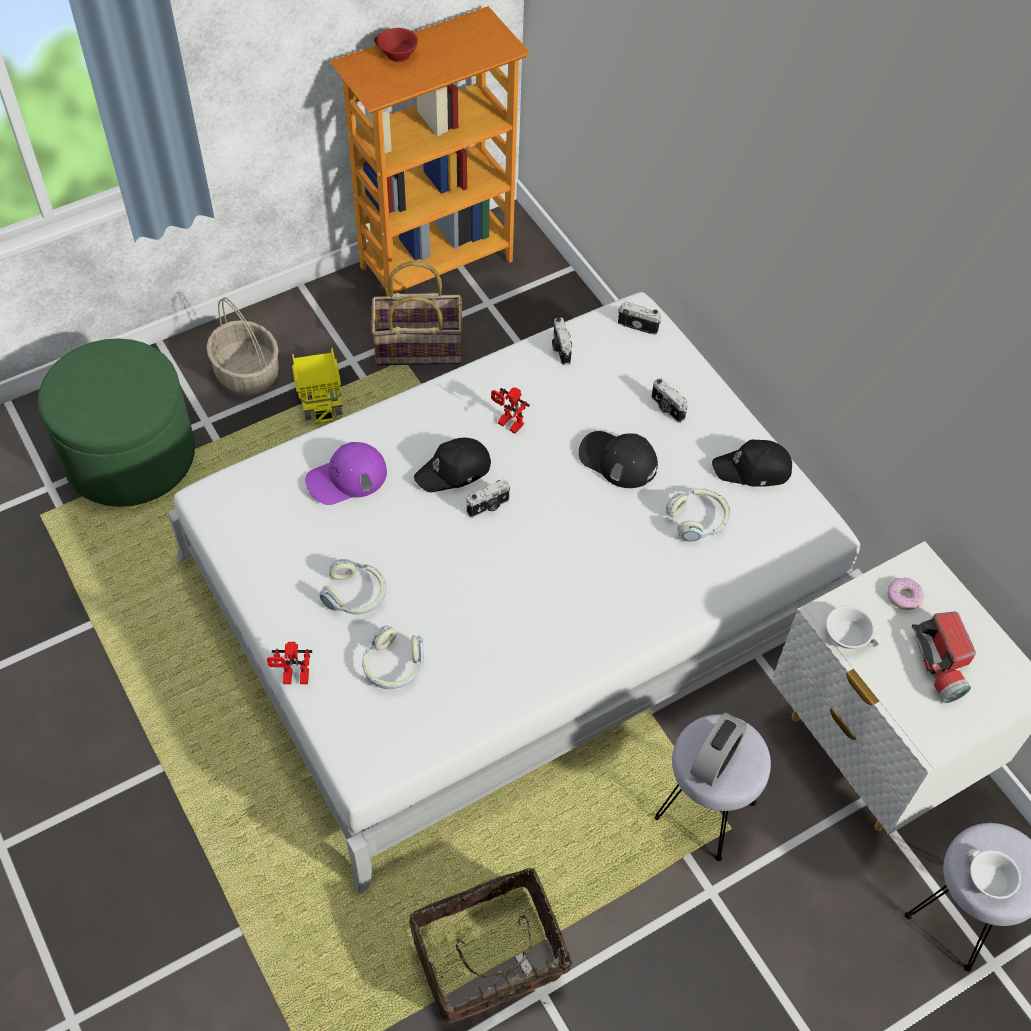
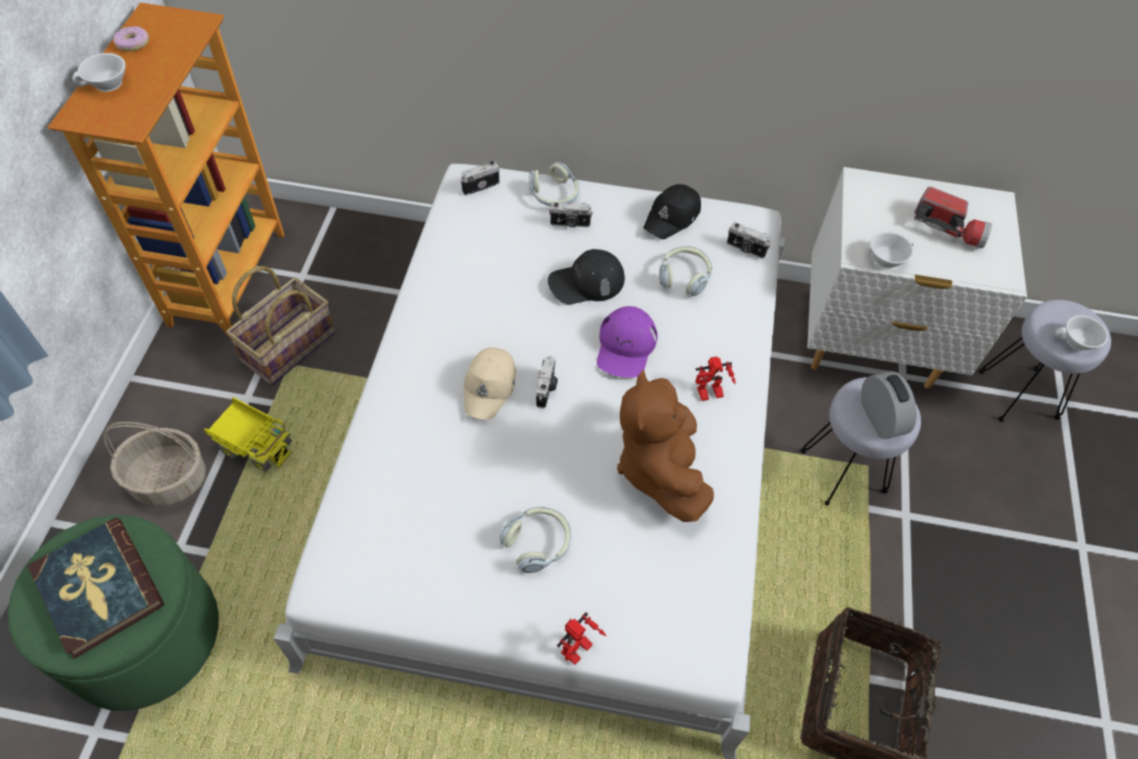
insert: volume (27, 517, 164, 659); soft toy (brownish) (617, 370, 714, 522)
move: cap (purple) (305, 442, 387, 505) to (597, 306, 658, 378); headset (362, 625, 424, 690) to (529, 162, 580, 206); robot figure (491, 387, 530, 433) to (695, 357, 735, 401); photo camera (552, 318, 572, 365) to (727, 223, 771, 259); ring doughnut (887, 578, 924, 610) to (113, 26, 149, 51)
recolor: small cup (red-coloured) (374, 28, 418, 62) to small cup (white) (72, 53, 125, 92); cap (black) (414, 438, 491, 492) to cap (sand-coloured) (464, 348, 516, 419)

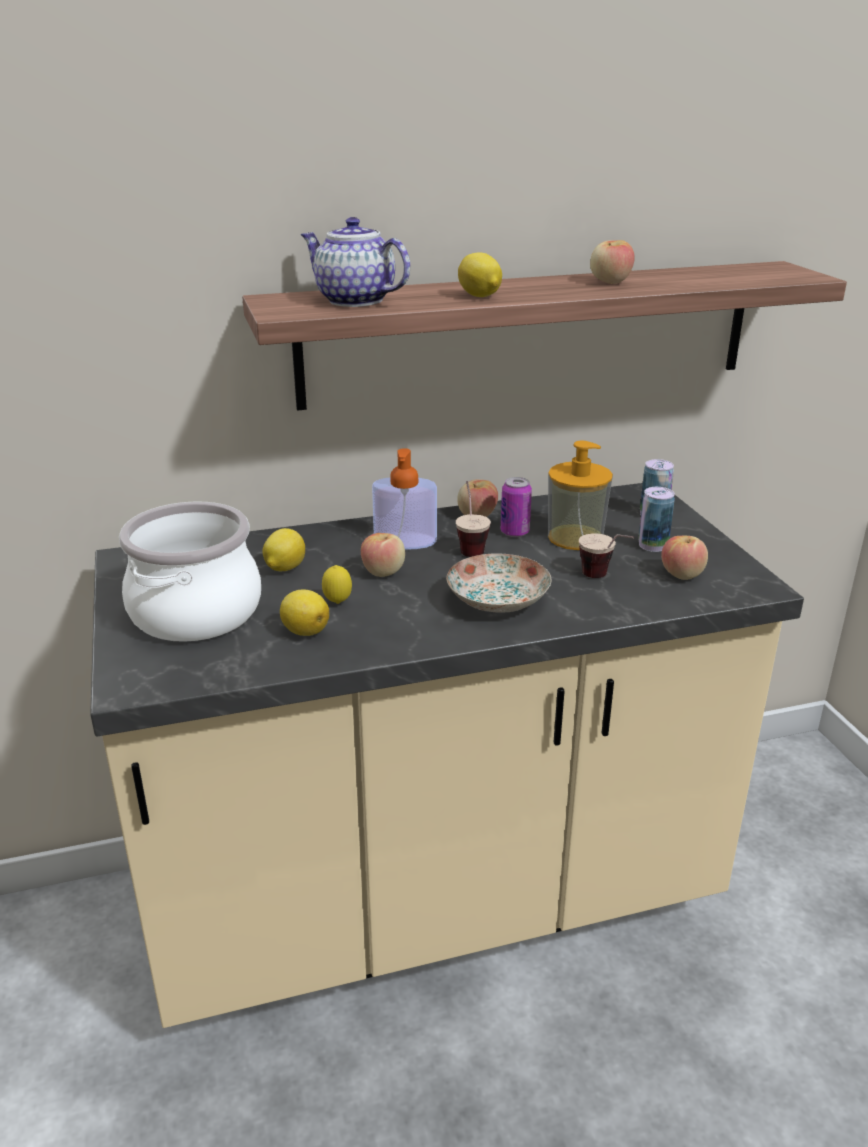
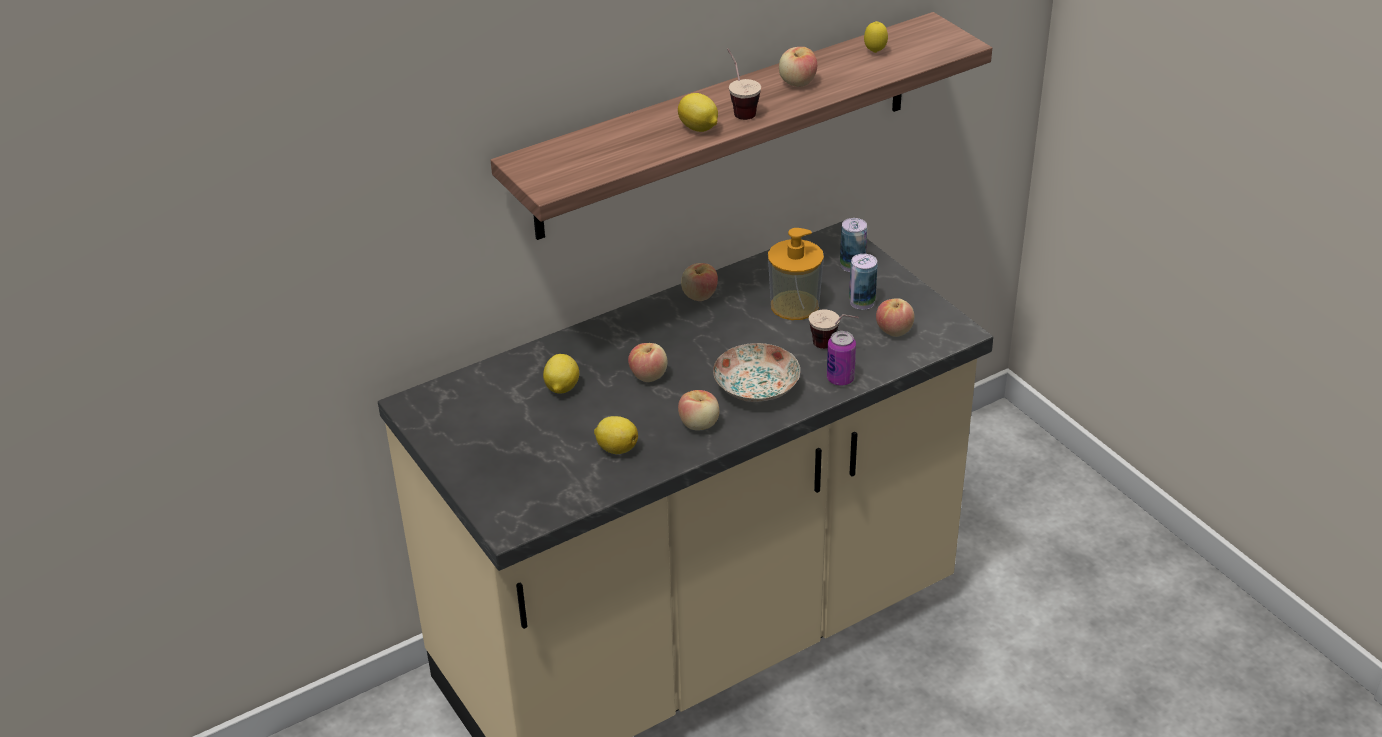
delete: stockpot (119, 501, 261, 642); teapot (301, 217, 410, 307); liquid soap bottle (372, 448, 437, 550)
insert: whole apple (678, 390, 719, 430)
move: citrus fruit (322, 565, 352, 604) to (864, 21, 888, 53); small cup (456, 481, 491, 557) to (727, 48, 761, 120); can (501, 477, 532, 537) to (827, 331, 856, 386)

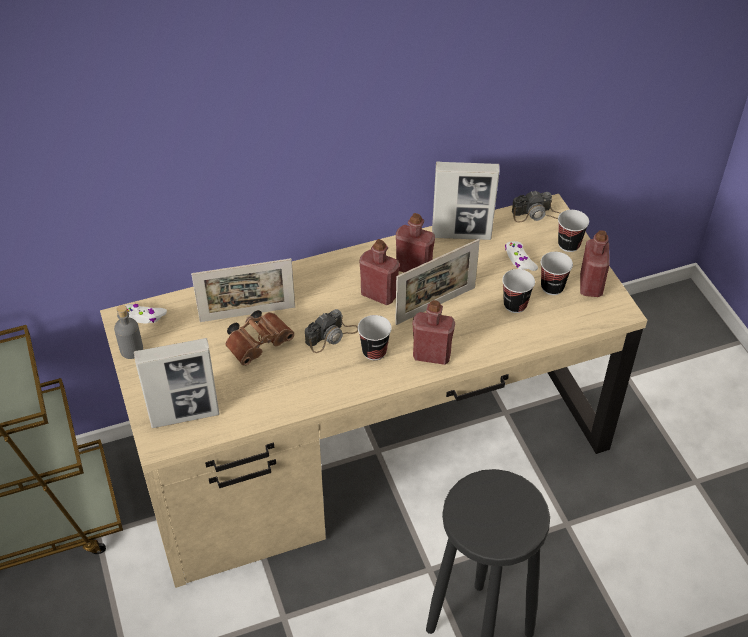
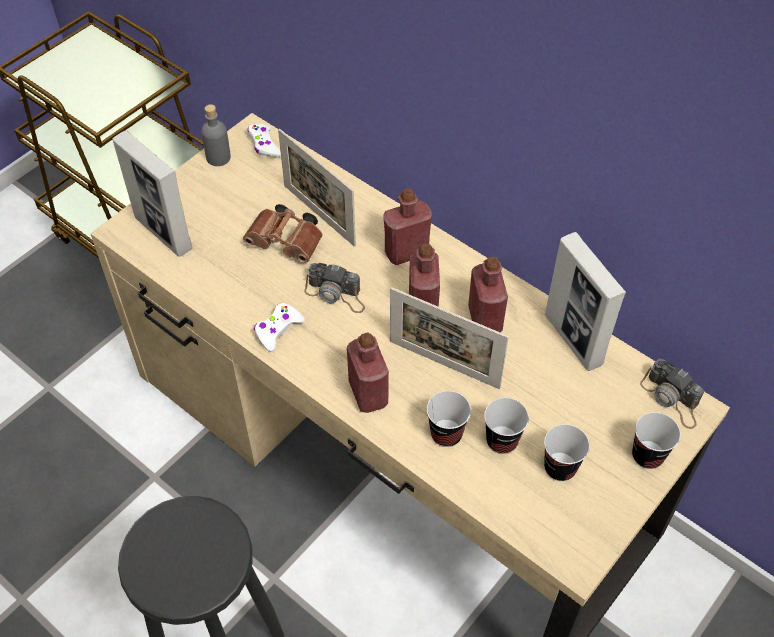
move: small cup (358, 315, 392, 360) to (427, 391, 471, 447); joypad (white) (505, 241, 538, 271) to (254, 303, 305, 352); beverage bottle (red-coloured) (580, 230, 610, 297) to (384, 188, 432, 265)

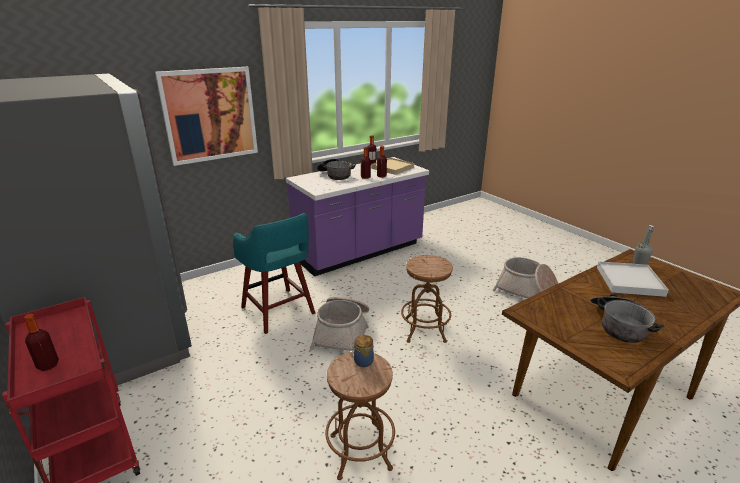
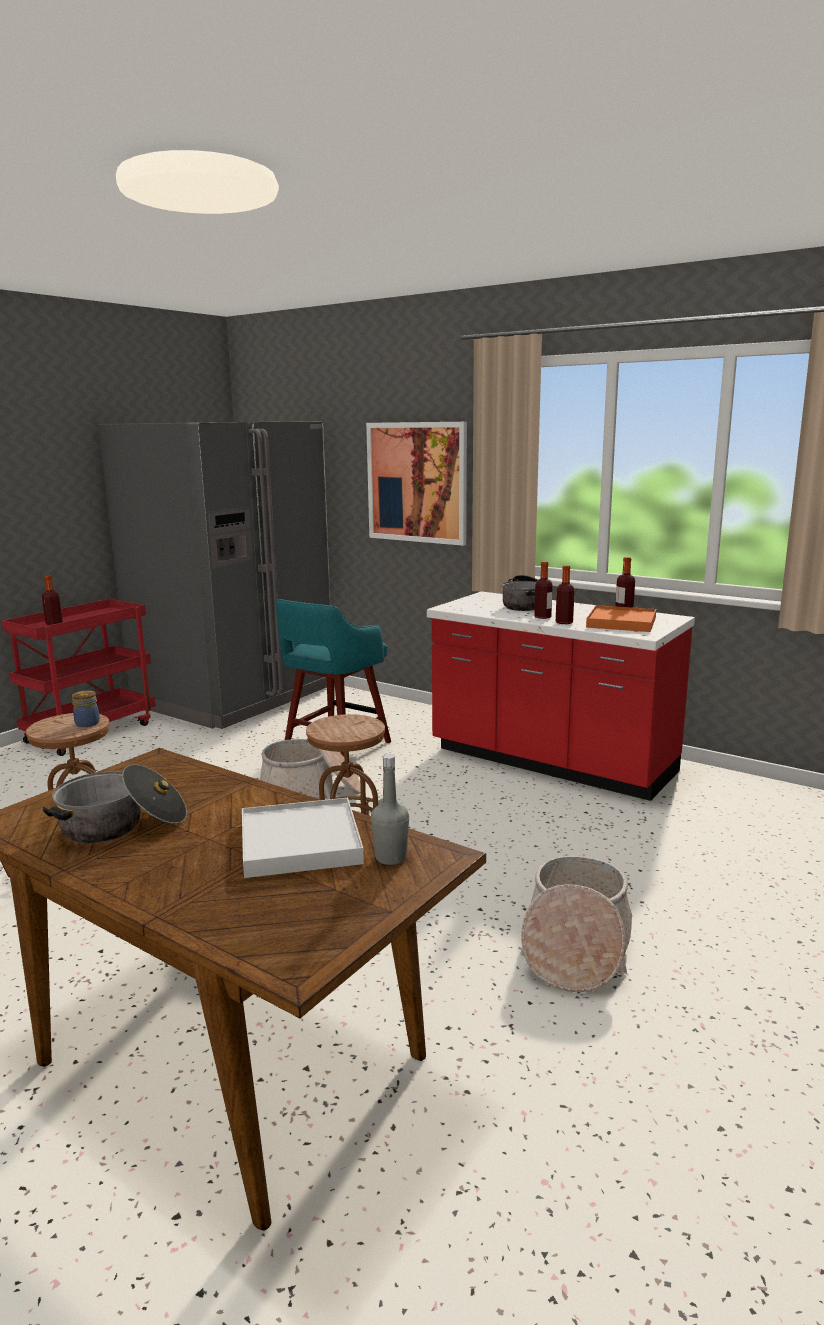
recolor: kitchen base unit (purple) (286, 157, 429, 276) to kitchen base unit (red-coloured) (427, 591, 695, 801); tray (sand-coloured) (371, 158, 414, 175) to tray (orange-coloured) (586, 605, 656, 632)

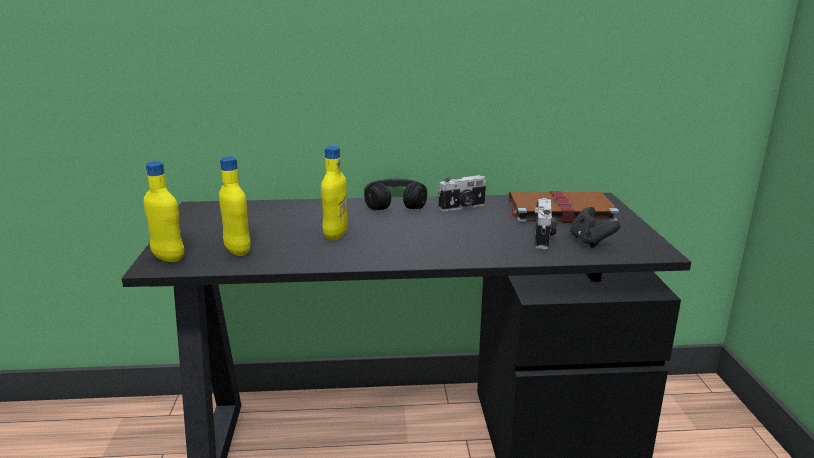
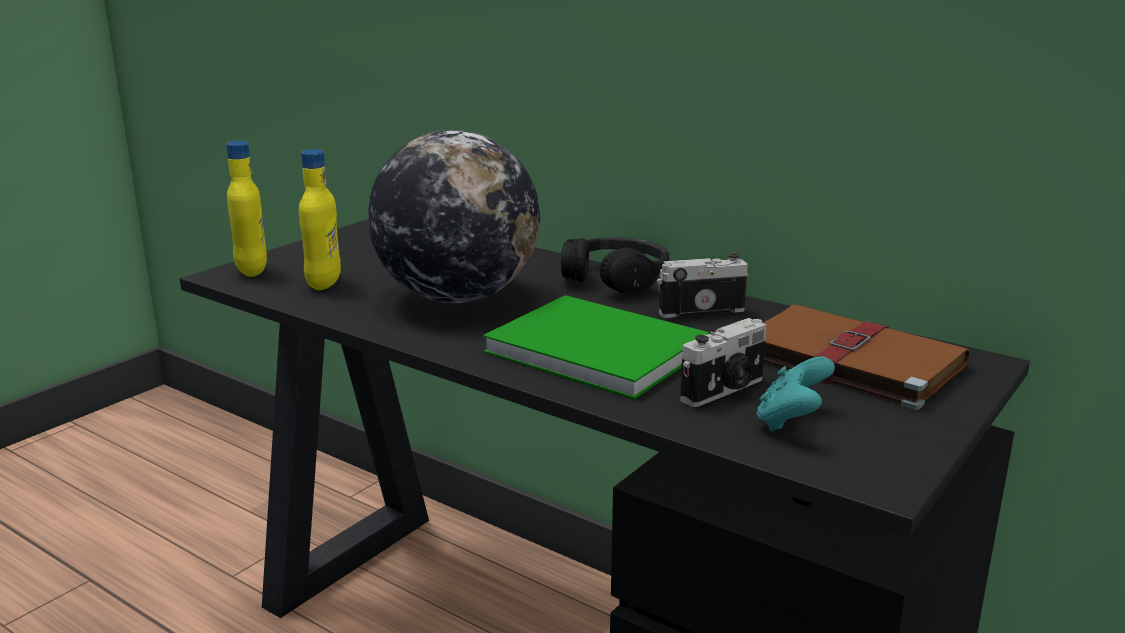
insert: volume (green) (483, 295, 710, 399)
replace: beverage bottle (yellow-coloured) (321, 146, 348, 240) to globe (368, 130, 540, 303)
recolor: joypad (black) (570, 207, 620, 248) to joypad (turquoise-coloured) (757, 356, 835, 431)
rotate: photo camera (438, 175, 487, 212) = (657, 253, 749, 318) 150 degrees clockwise

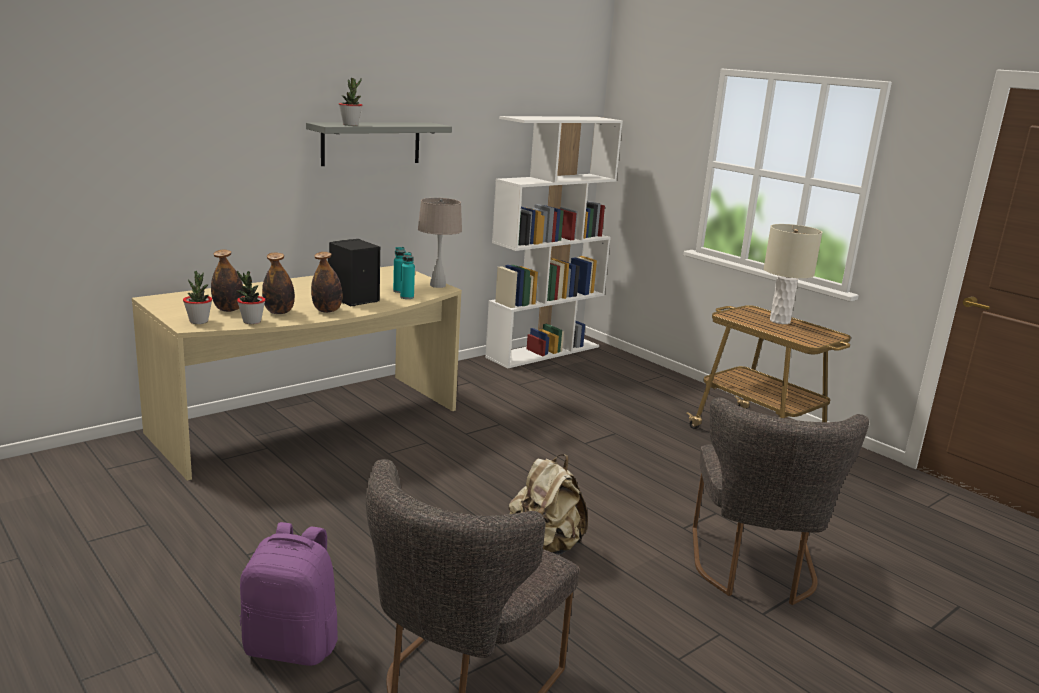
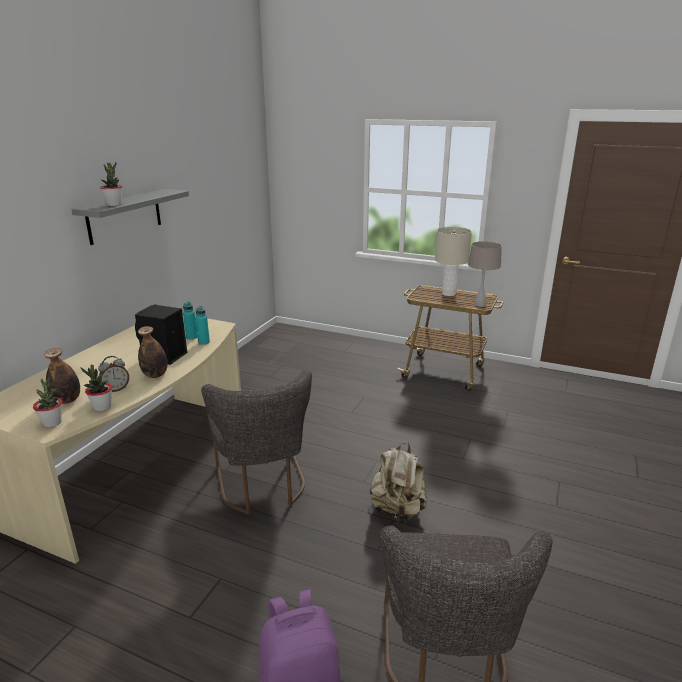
delete: bookshelf (white) (485, 116, 623, 369)
move: tabletop lamp (sand-coloured) (418, 198, 462, 288) to (468, 241, 502, 307); upright chair (greyish) (692, 397, 869, 605) to (201, 370, 312, 515)
replace: beverage bottle (262, 253, 295, 314) to alarm clock (98, 356, 129, 392)

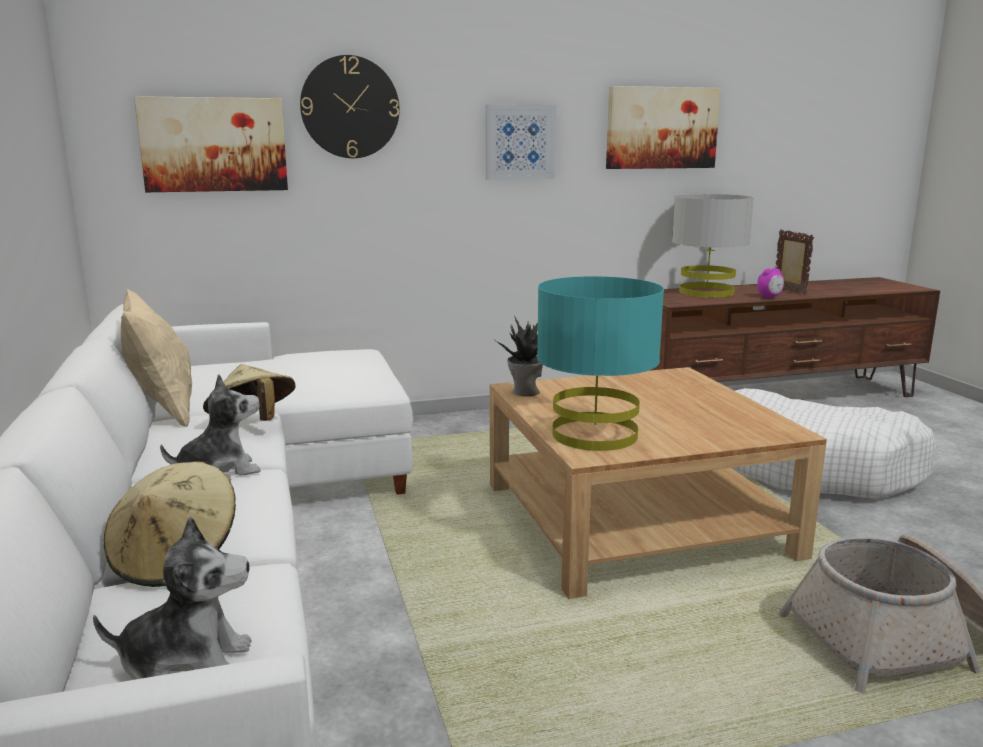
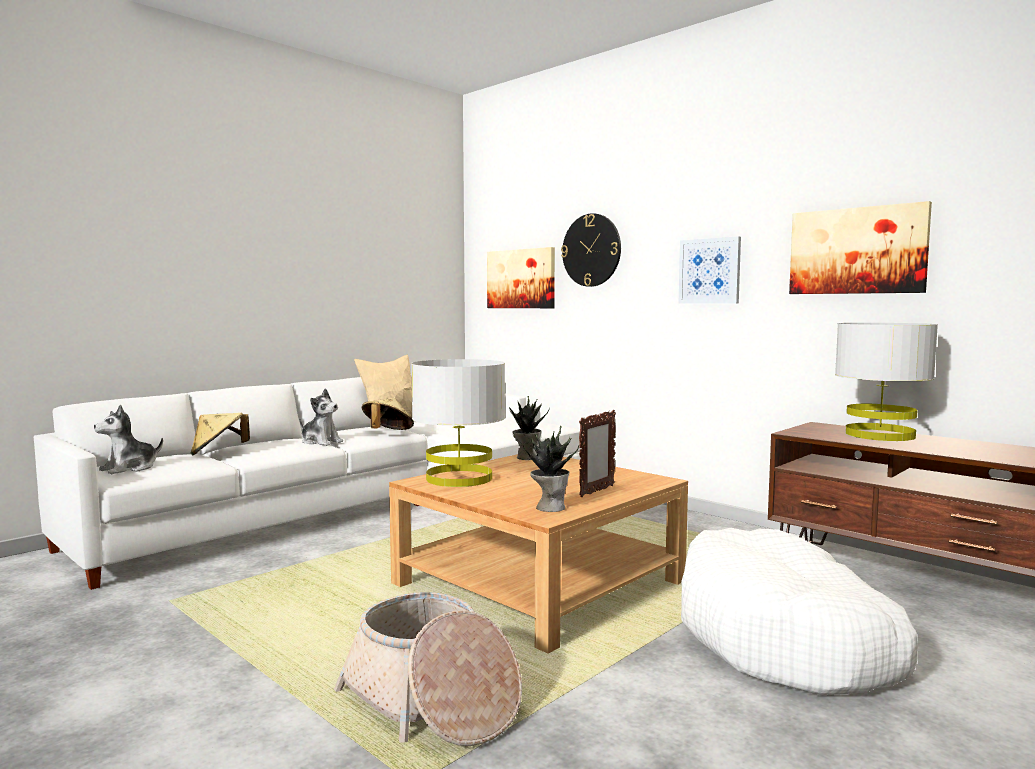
delete: alarm clock (757, 268, 784, 298)
insert: potted plant (523, 426, 579, 512)
move: photo frame (776, 229, 814, 295) to (579, 410, 616, 497)
recolor: tabletop lamp (turquoise-coloured) (537, 276, 664, 451) to tabletop lamp (greyish) (411, 359, 505, 487)
rotate: soft toy (93, 517, 252, 680) = (94, 405, 163, 475) 75 degrees clockwise

